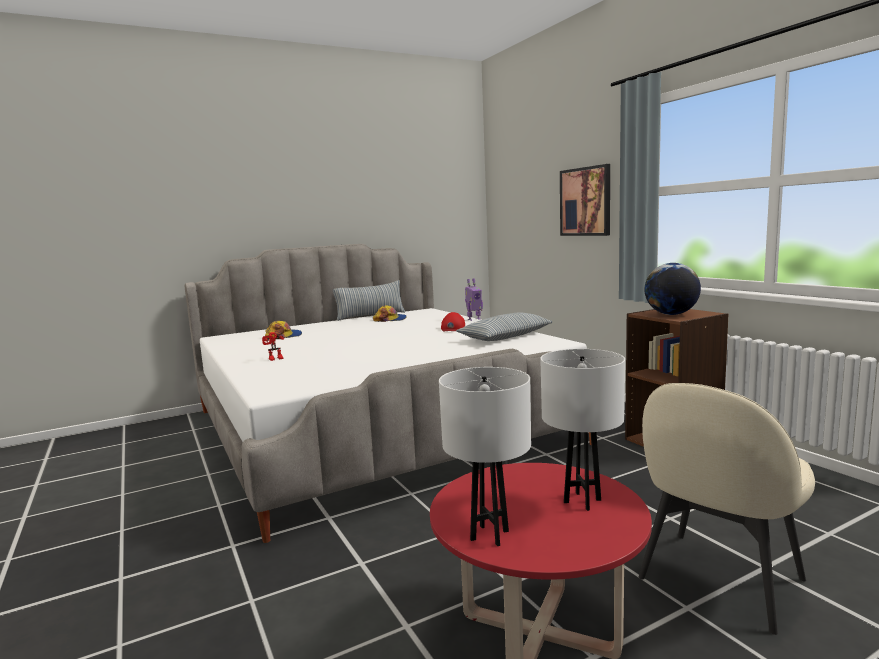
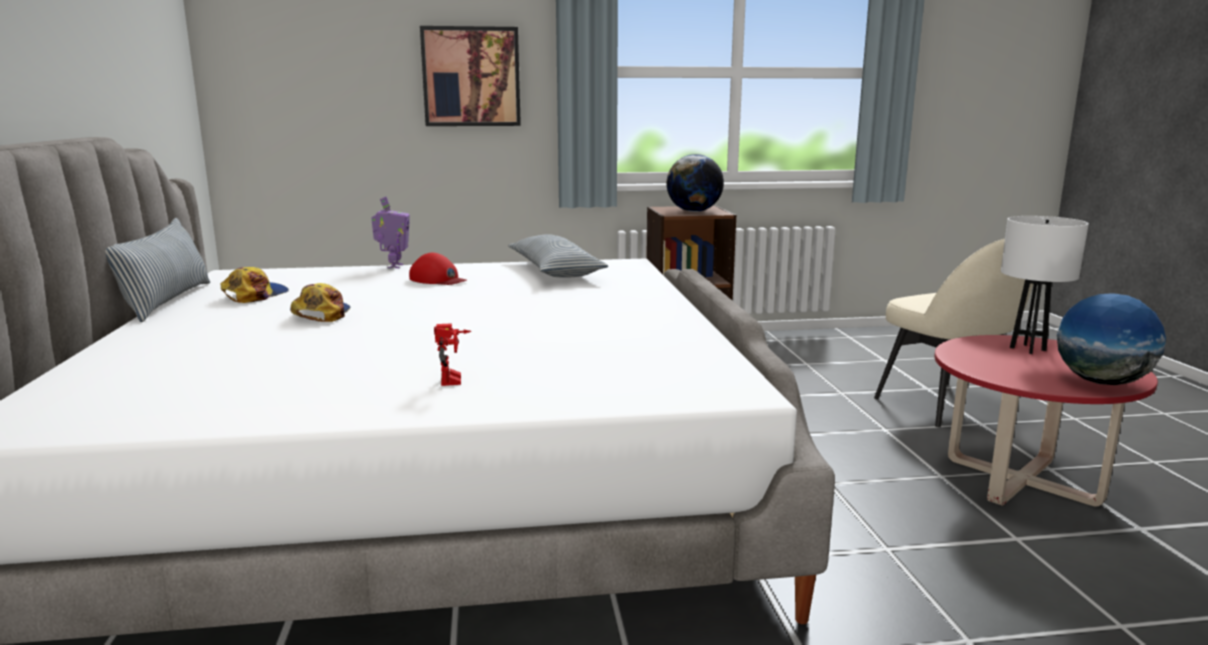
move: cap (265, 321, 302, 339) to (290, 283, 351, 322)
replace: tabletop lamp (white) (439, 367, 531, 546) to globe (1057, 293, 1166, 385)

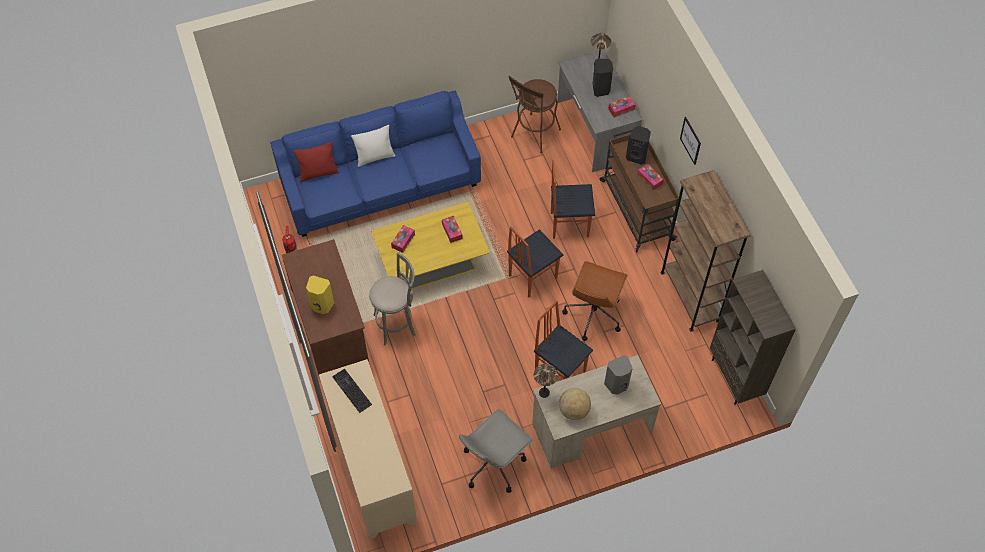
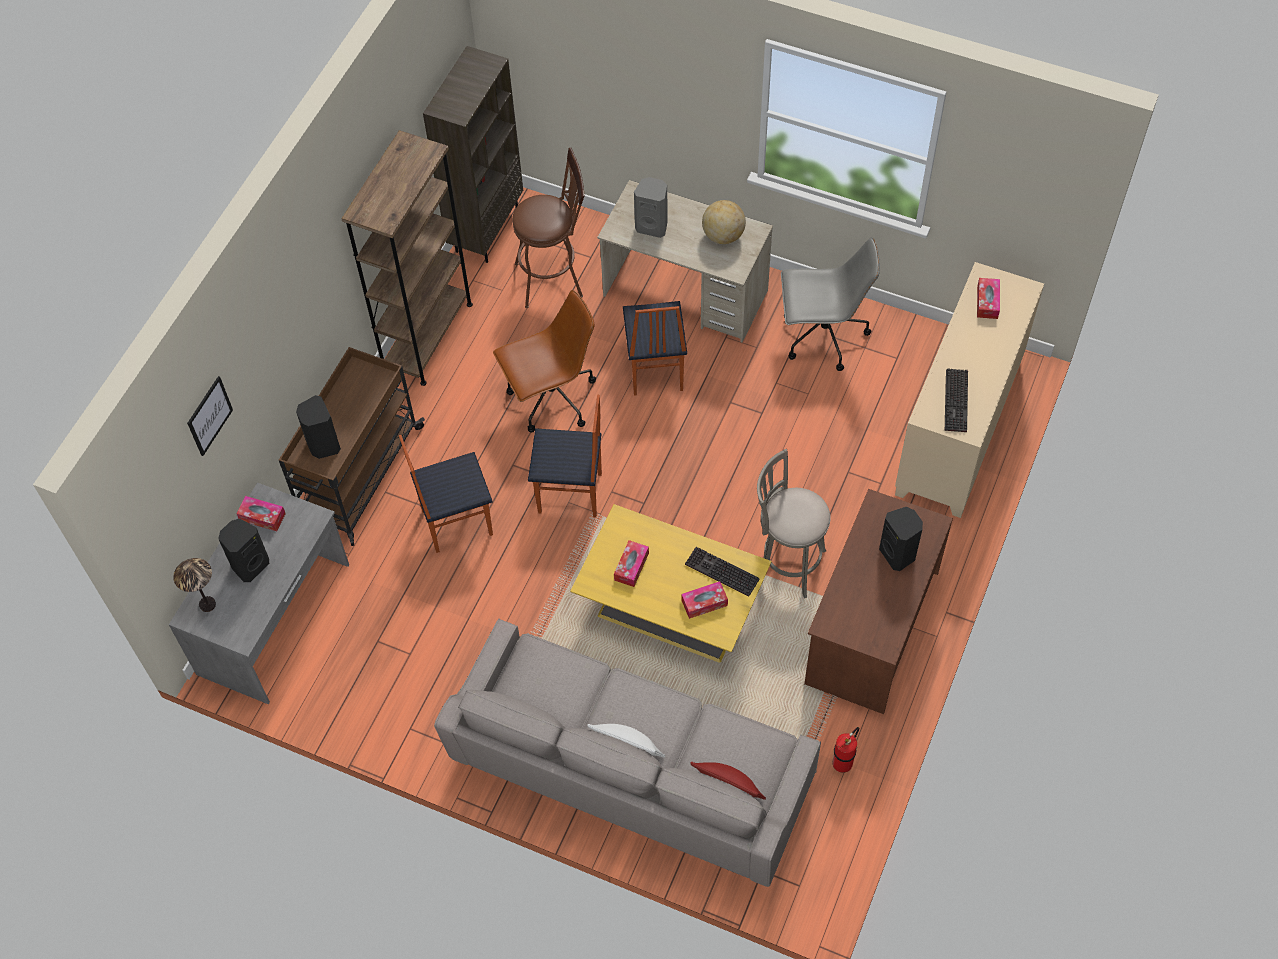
delete: tabletop lamp (534, 364, 558, 398)
insert: PC keyboard (685, 547, 760, 596)
move: stool seat (brownish) (508, 76, 561, 153) to (512, 148, 584, 308); box of tissues (637, 164, 664, 190) to (977, 278, 1000, 319); wall art (680, 117, 701, 165) to (187, 376, 233, 456)
recolor: settee (blue-coloured) (270, 91, 481, 237) to settee (greyish) (434, 619, 821, 887); audio speaker (yellow-coloured) (306, 275, 334, 314) to audio speaker (black) (879, 507, 923, 571)
rotate: upright chair (551, 160, 595, 239) = (399, 435, 493, 553) 120 degrees clockwise

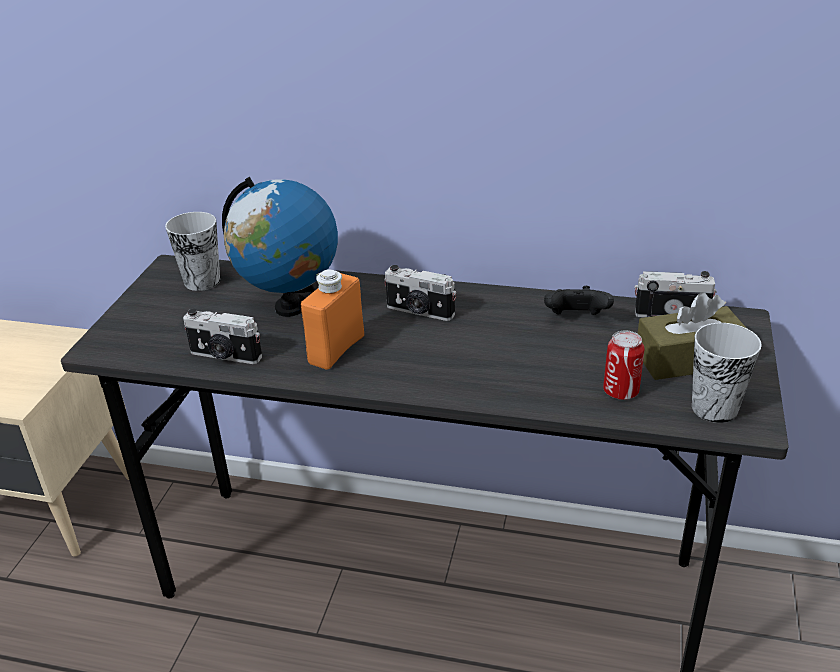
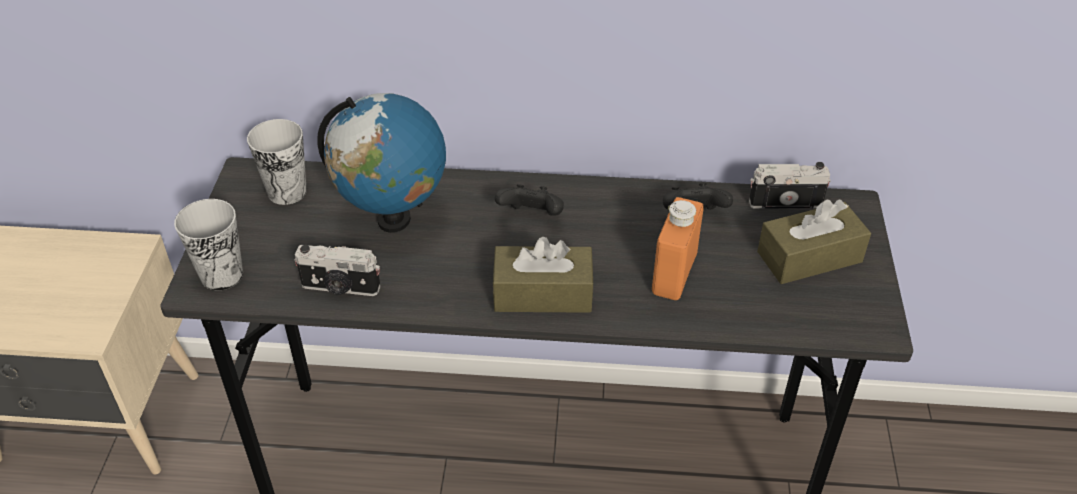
delete: can (603, 330, 645, 400)
insert: box of tissues (brownish) (493, 237, 594, 313)
move: beverage bottle (orange-coloured) (301, 269, 364, 370) to (652, 197, 704, 300); small cup (692, 323, 762, 423) to (174, 199, 243, 290)
replace: photo camera (384, 265, 456, 321) to joypad (black) (495, 184, 564, 216)

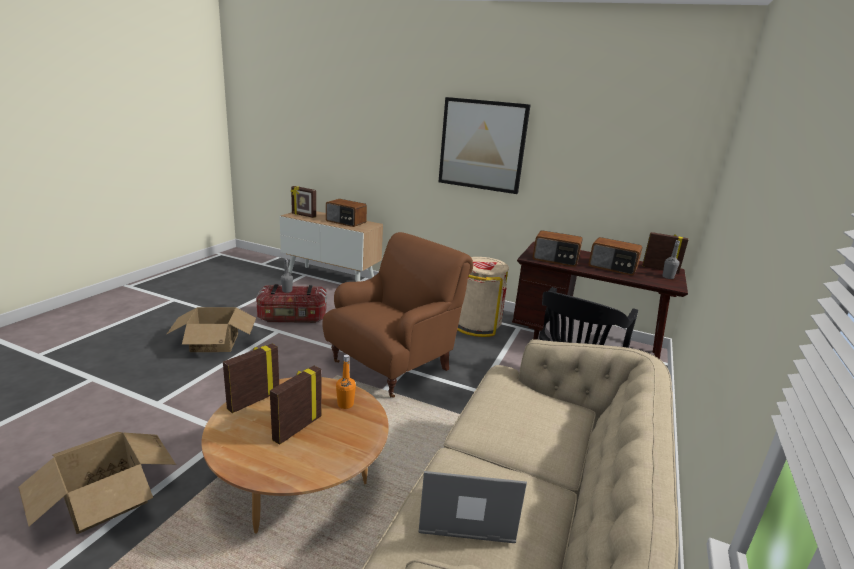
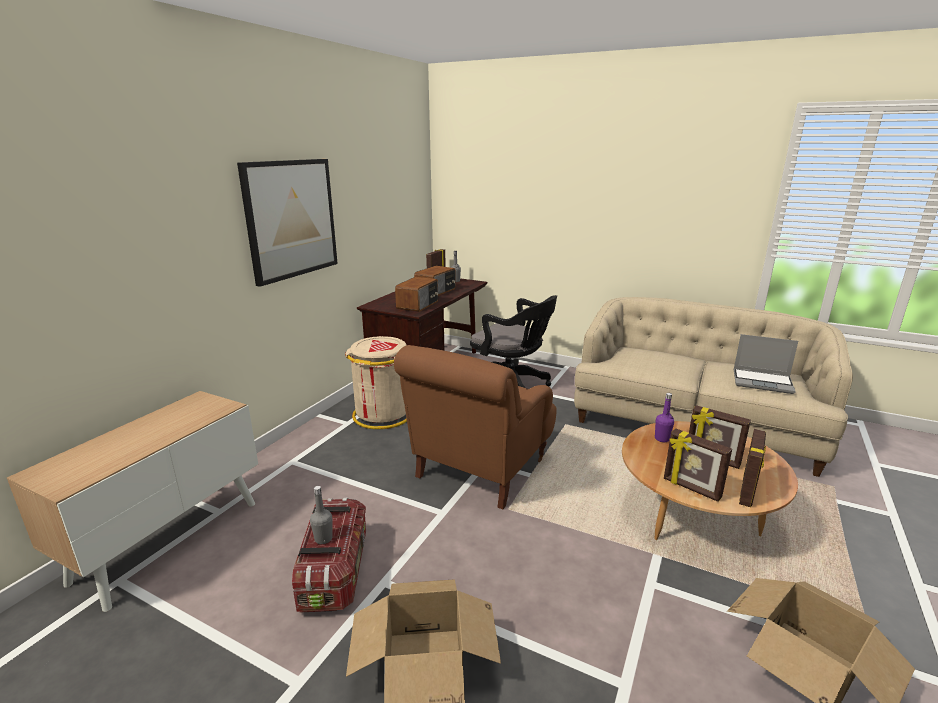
delete: radio receiver (326, 199, 367, 227)
move: photo frame (291, 186, 316, 218) to (739, 429, 766, 507)
recolor: beverage bottle (orange-coloured) (336, 354, 356, 409) to beverage bottle (purple) (655, 393, 674, 442)
rotate: lounge chair (brownish) (322, 232, 473, 398) = (394, 345, 557, 510) 105 degrees counterclockwise; portable computer (419, 471, 527, 543) = (734, 334, 798, 394) 75 degrees counterclockwise

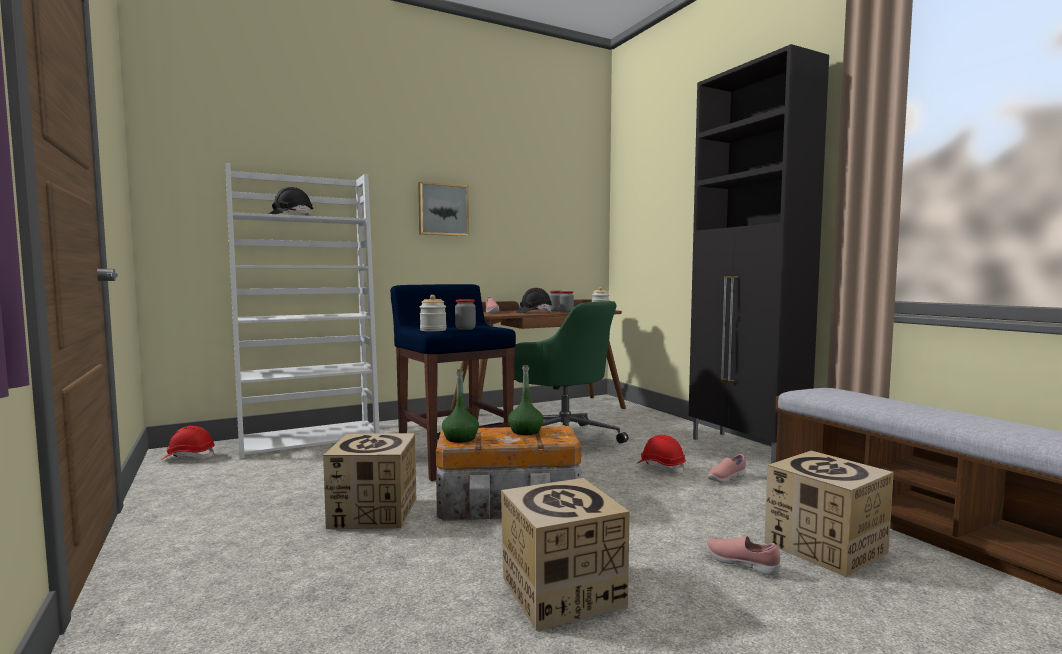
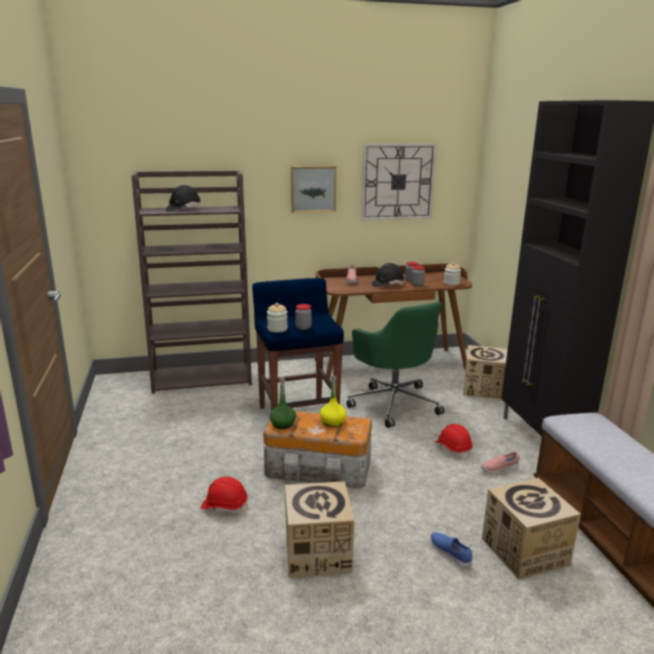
insert: hanging clock (361, 143, 437, 221)
move: safety helmet (red-coloured) (163, 426, 215, 459) to (201, 476, 248, 514); cardboard box (323, 433, 416, 529) to (463, 345, 507, 400)
recolor: bookshelf (white) (225, 163, 380, 459) to bookshelf (brownish) (131, 170, 252, 394); beverage bottle (green) (508, 365, 544, 435) to beverage bottle (yellow-coloured) (320, 376, 346, 427); shoe (pink-coloured) (706, 536, 780, 576) to shoe (blue-coloured) (431, 532, 472, 569)

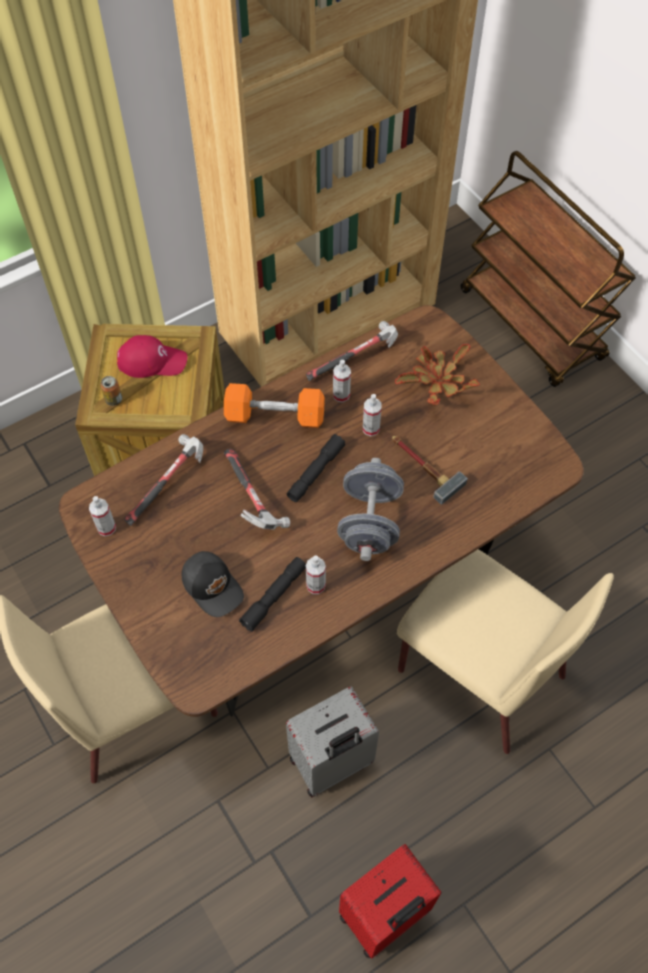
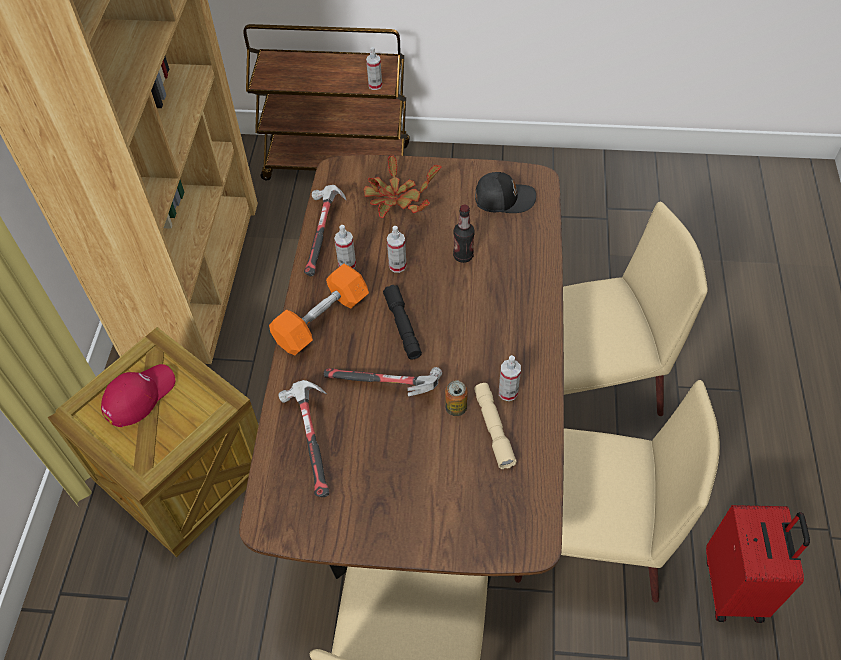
delete: hand weight (greyish) (337, 458, 404, 561)
move: hand sprayer (89, 496, 116, 536) to (366, 47, 382, 90); can (100, 376, 122, 406) to (445, 380, 468, 416); cap (black) (182, 551, 244, 617) to (475, 172, 536, 213)
replace: suitcase (greyish) (286, 687, 379, 798) to upright chair (sand-coloured) (514, 380, 720, 603); tool hammer (392, 436, 468, 505) to beverage bottle (453, 205, 475, 263)
recolor: hand torch (black) (239, 557, 306, 632) to hand torch (sand-coloured) (474, 383, 517, 469)

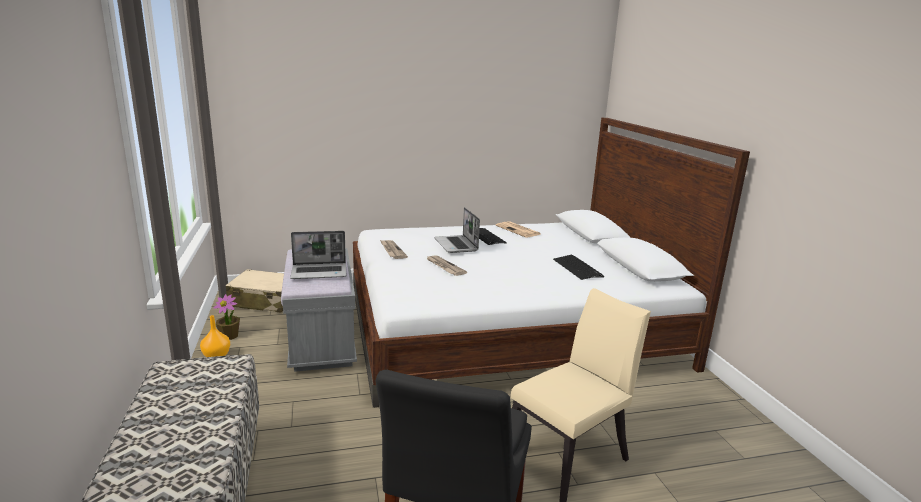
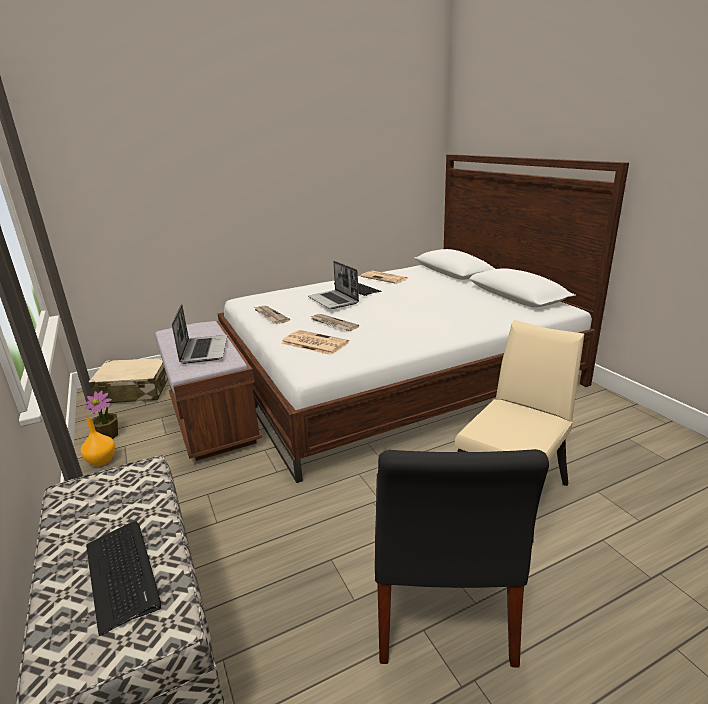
insert: printed paper (281, 330, 349, 355)
move: PC keyboard (553, 255, 604, 280) to (86, 522, 161, 636)
recolor: bench (greyish) (281, 248, 357, 372) to bench (brownish) (155, 321, 262, 461)
rotate: portable computer (290, 231, 347, 279) = (172, 304, 227, 364) 75 degrees counterclockwise

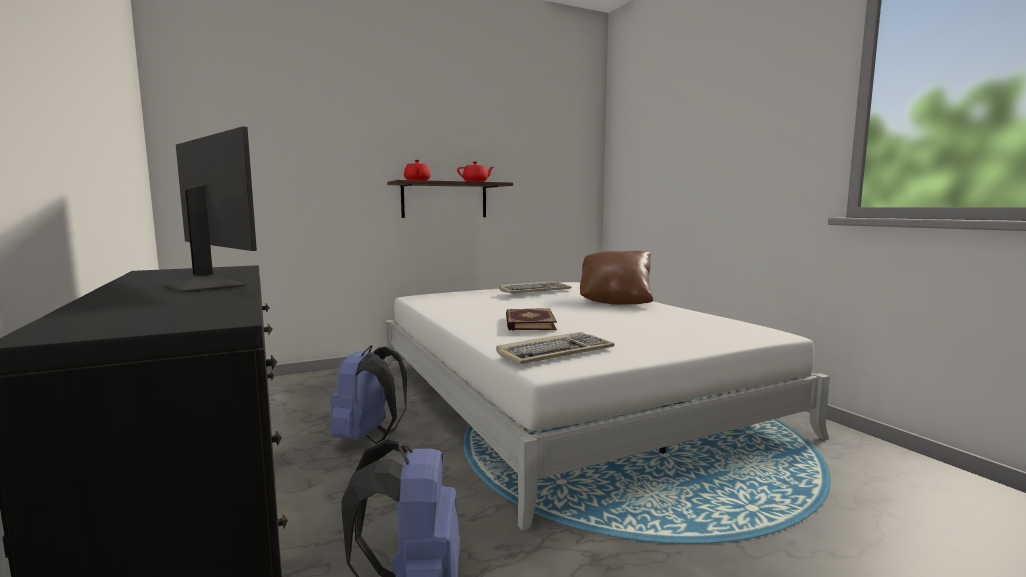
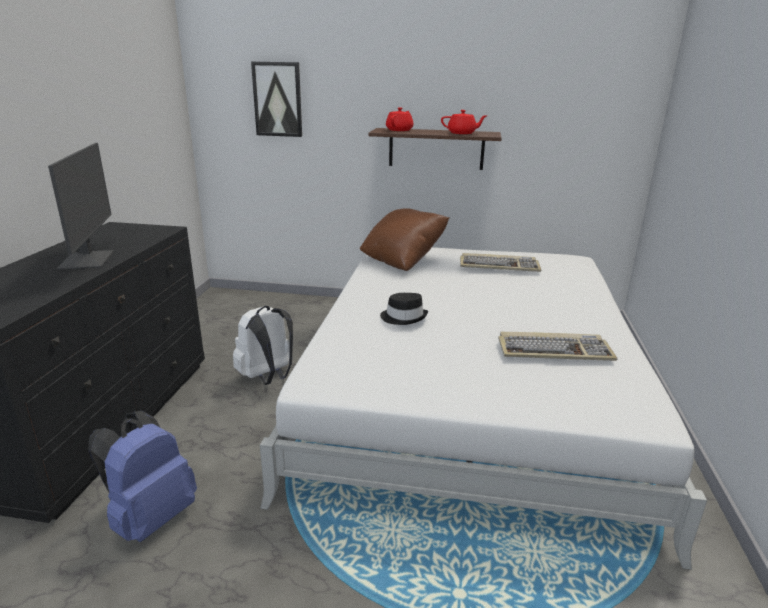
insert: wall art (251, 62, 302, 137)
move: PC keyboard (496, 332, 615, 364) to (498, 332, 617, 361); throw pillow (brownish) (580, 251, 653, 305) to (360, 208, 450, 271)
replace: volume (506, 308, 557, 331) to wearable hat (black) (380, 293, 428, 325)
recolor: backpack (blue-coloured) (331, 345, 407, 444) to backpack (white) (233, 306, 293, 385)

